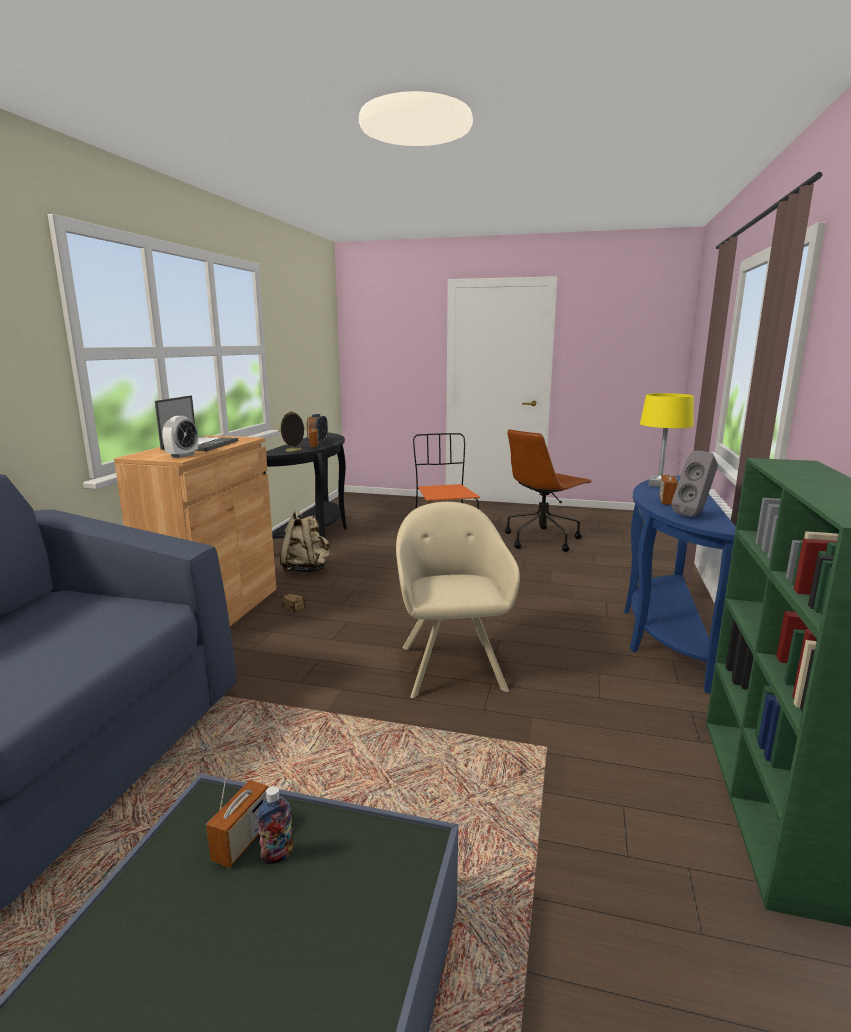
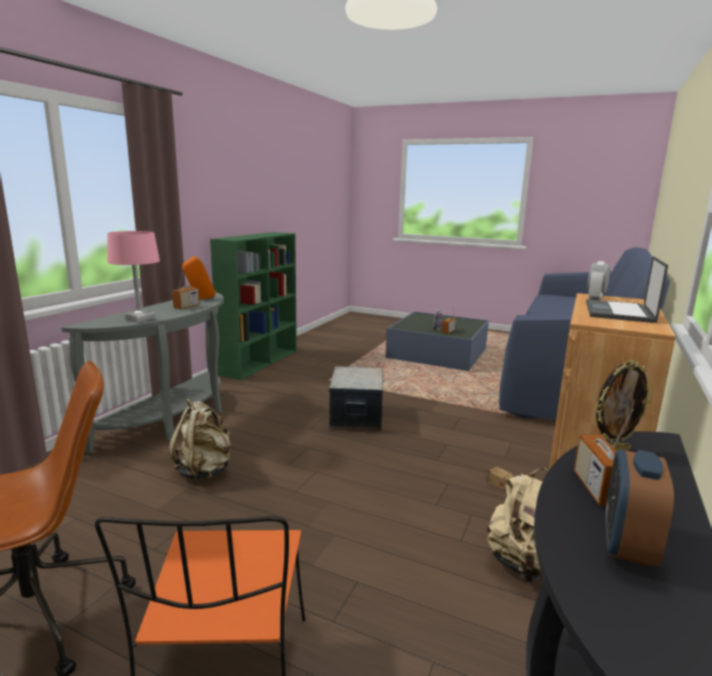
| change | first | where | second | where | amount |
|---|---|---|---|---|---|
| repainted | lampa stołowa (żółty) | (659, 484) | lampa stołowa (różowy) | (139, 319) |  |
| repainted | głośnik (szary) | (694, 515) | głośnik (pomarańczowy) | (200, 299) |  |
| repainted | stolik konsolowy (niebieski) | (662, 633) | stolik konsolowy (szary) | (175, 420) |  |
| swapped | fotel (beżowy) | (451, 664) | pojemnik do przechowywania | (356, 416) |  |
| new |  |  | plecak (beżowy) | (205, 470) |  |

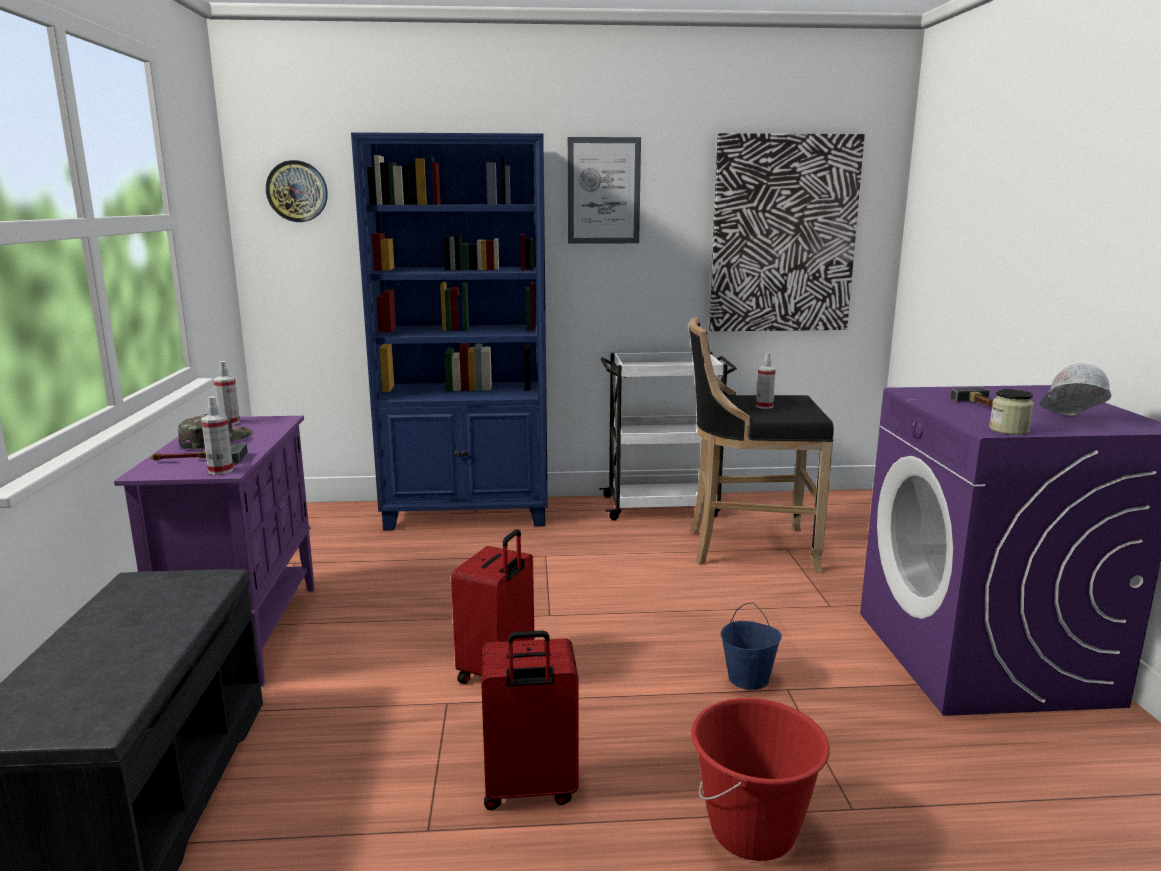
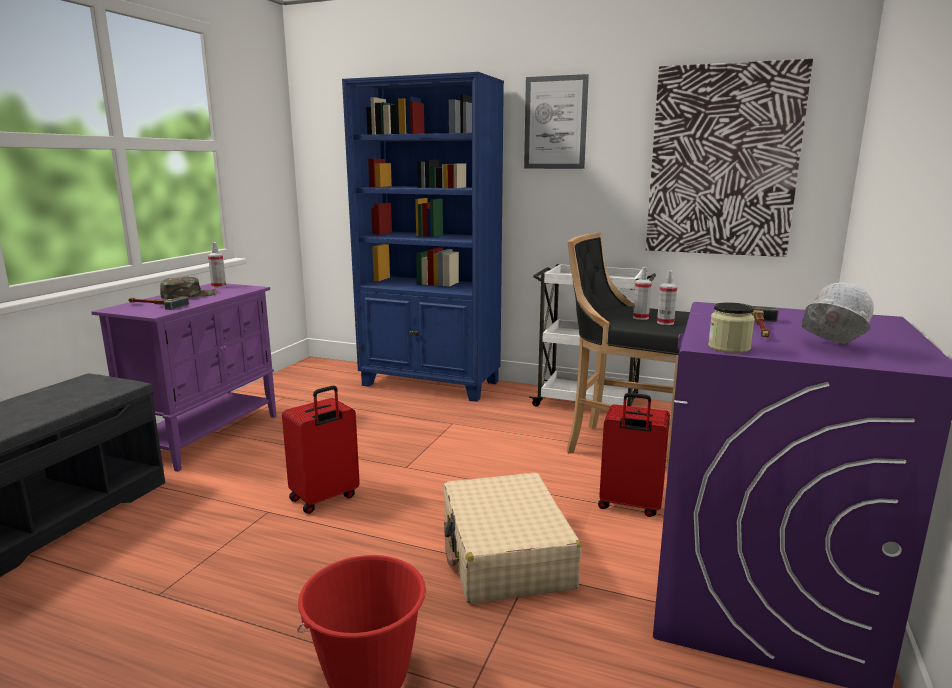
| change | first | where | second | where | amount |
|---|---|---|---|---|---|
| gone | zegar ścienny | (297, 191) |  |  |  |
| shifted | spryskiwacz | (220, 470) |  | (665, 323) |  |
| swapped | wiadro (niebieski) | (748, 679) | walizka (beżowy) | (505, 554) |  |
| shifted | walizka (czerwony) | (529, 790) |  | (629, 505) |  |

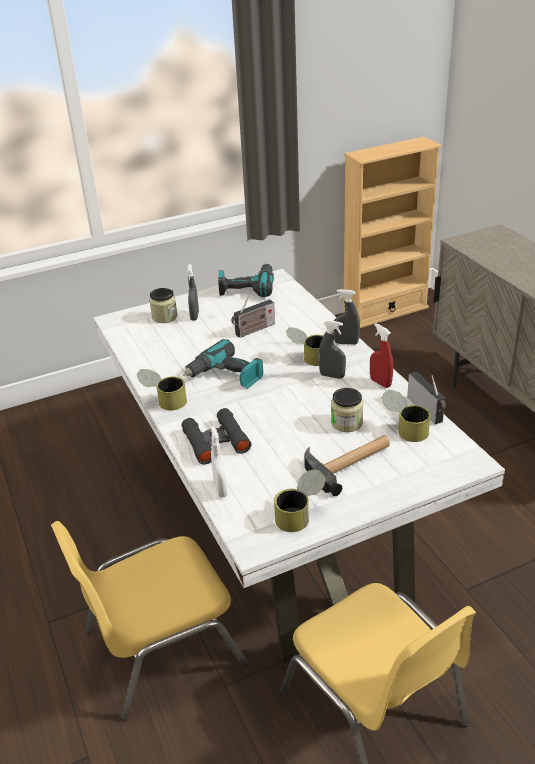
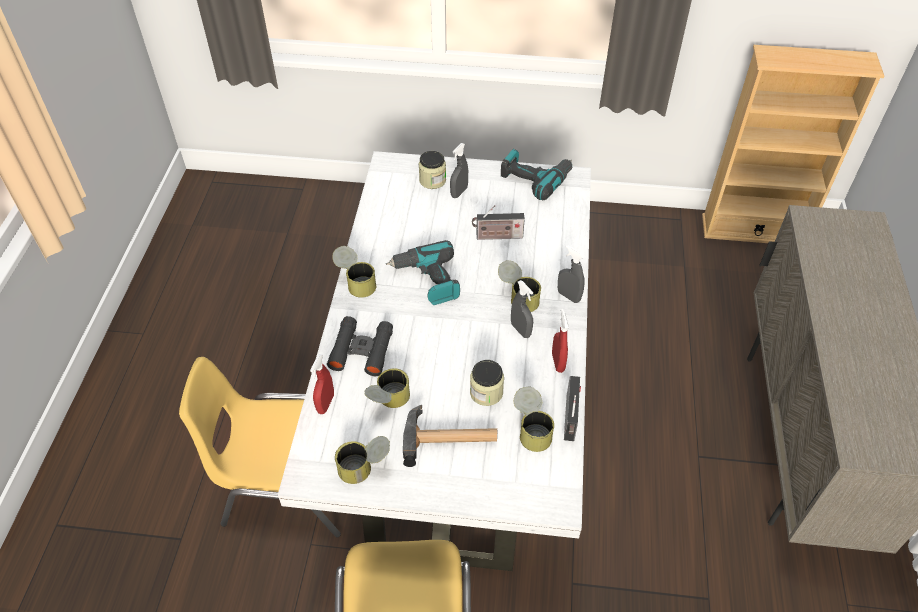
| change | first | where | second | where | amount |
|---|---|---|---|---|---|
| repainted | spryskiwacz (biały) | (220, 489) | spryskiwacz (czerwony) | (325, 403) |  |
| new |  |  | puszka | (388, 402) |  |

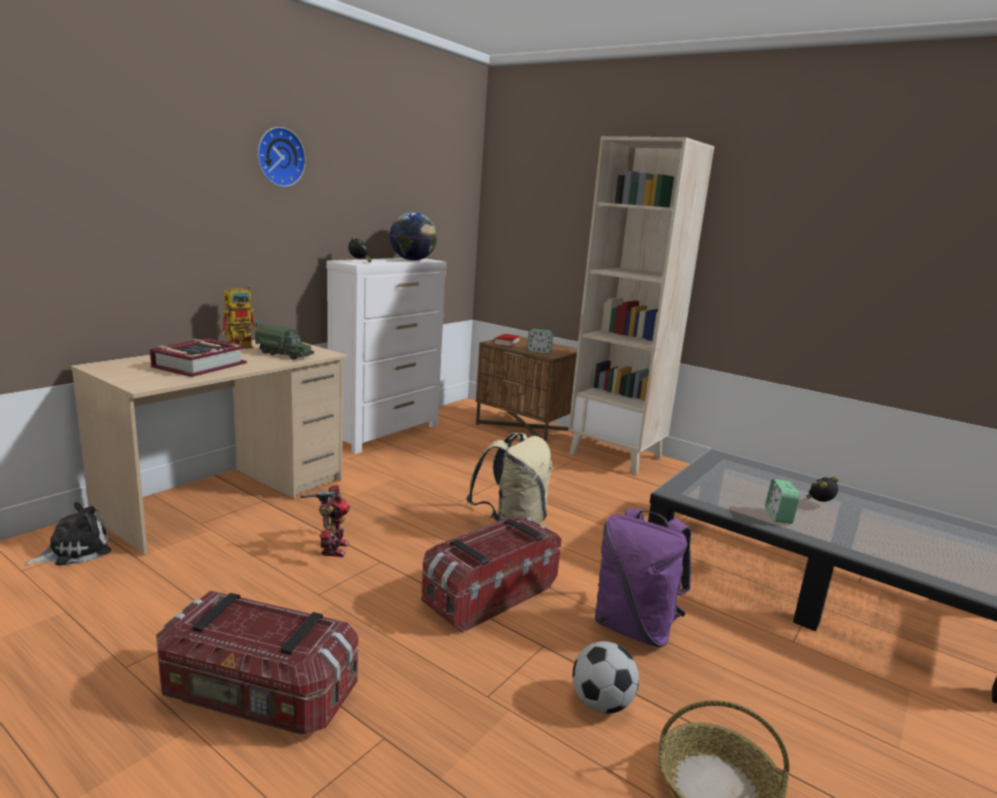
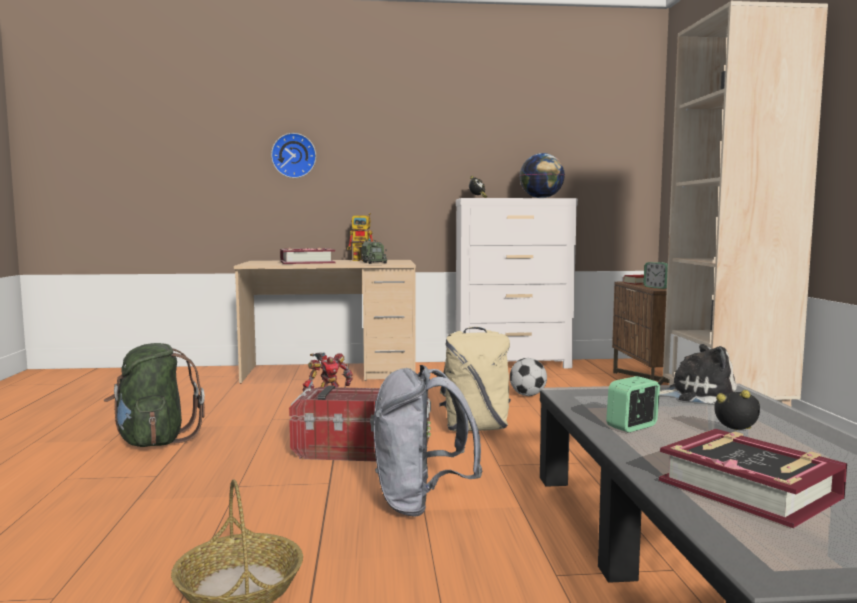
| change | first | where | second | where | amount |
|---|---|---|---|---|---|
| shifted | zegar ścienny | (279, 157) |  | (294, 155) |  |
| shifted | pluszak | (75, 550) |  | (696, 395) |  |
| repainted | plecak (fioletowy) | (635, 628) | plecak (szary) | (420, 503) |  |
| swapped | pojemnik do przechowywania | (258, 697) | plecak (zielony) | (154, 441) |  |
| shifted | piłka futbolowa | (602, 704) |  | (528, 395) |  |
| new |  |  | książka | (749, 489) |  |

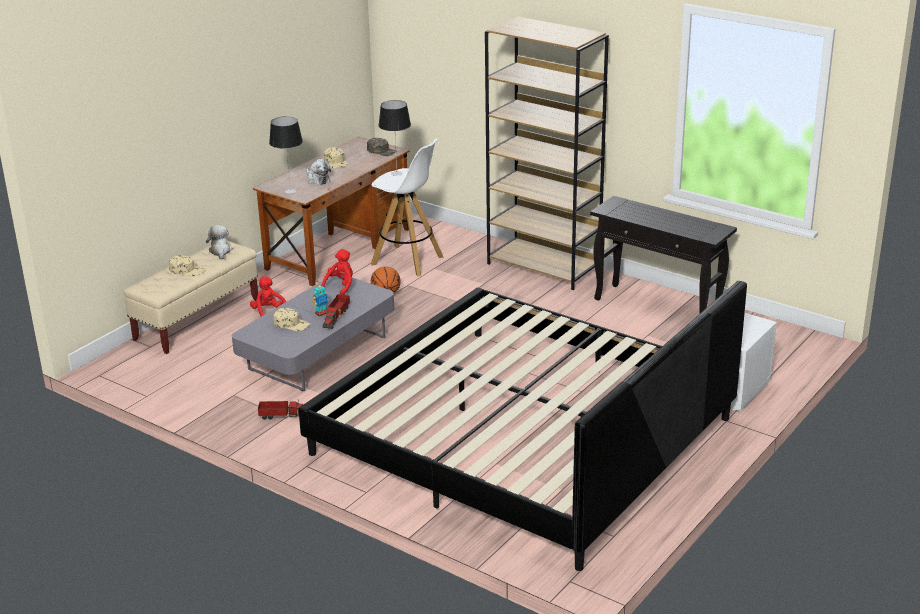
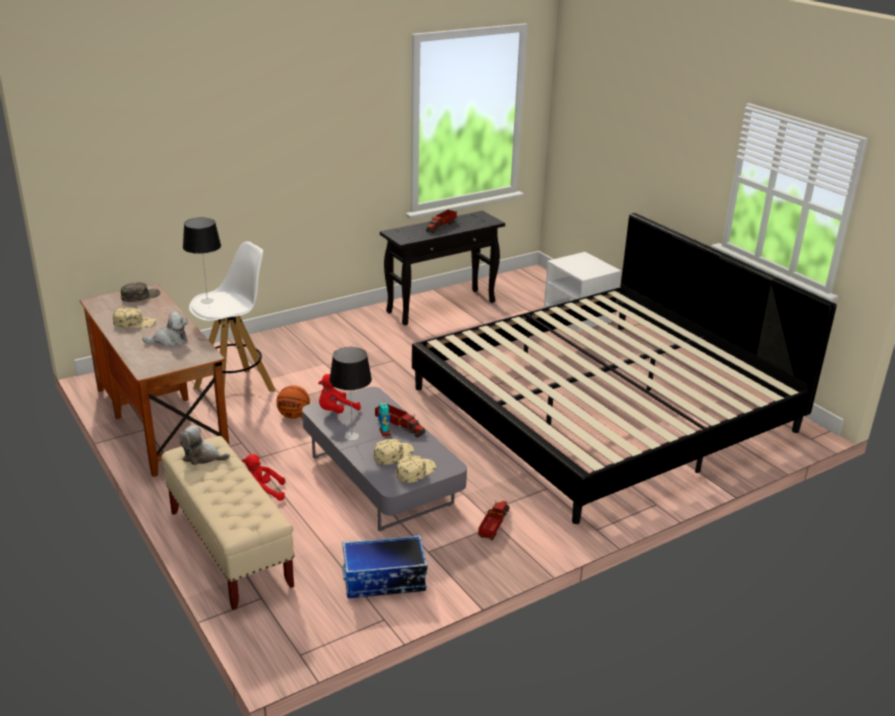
| change | first | where | second | where | amount |
|---|---|---|---|---|---|
| gone | regał (brązowy) | (544, 267) |  |  |  |
| shifted | lampa stołowa | (290, 191) |  | (352, 436) |  |
| rotated | pluszak (czerwony) | (340, 287) |  | (336, 411) | 90 degrees counterclockwise |
| shifted | czapka z daszkiem (beżowy) | (187, 270) |  | (415, 471) |  |
| new |  |  | ciężarówka zabawkowa | (441, 226) |  |
| new |  |  | pojemnik do przechowywania | (384, 581) |  |

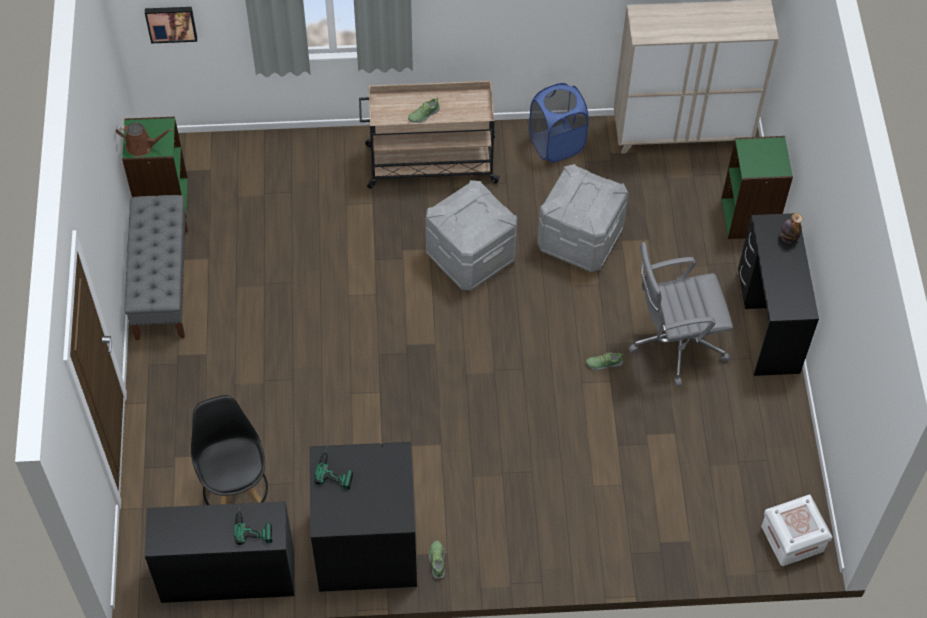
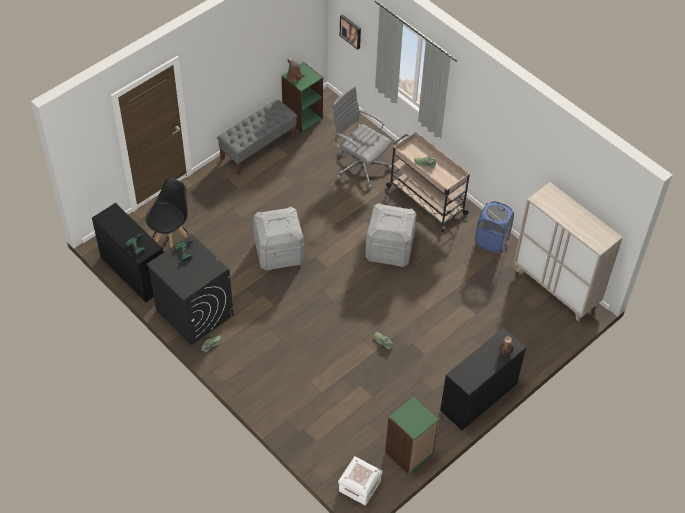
| change | first | where | second | where | amount |
|---|---|---|---|---|---|
| shifted | regał (zielony) | (749, 217) |  | (409, 453) |  |
| shifted | pojemnik do przechowywania (szary) | (579, 239) |  | (279, 252) |  |
| shifted | krzesło biurowe (szary) | (675, 342) |  | (360, 166) |  |

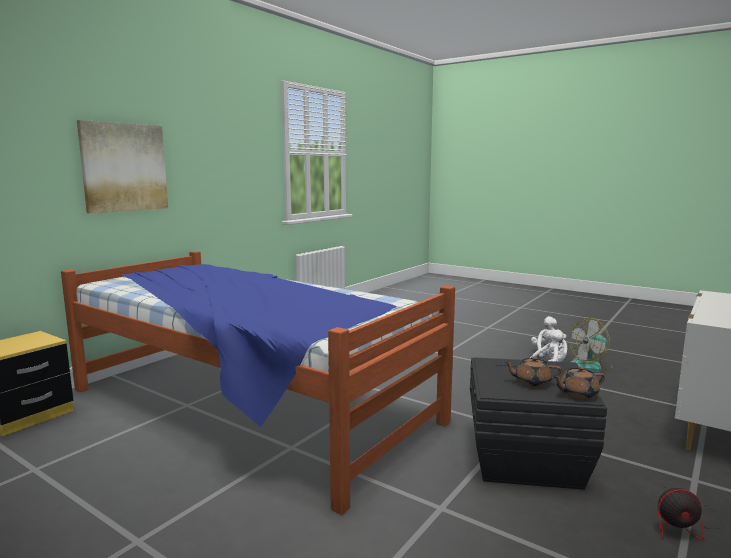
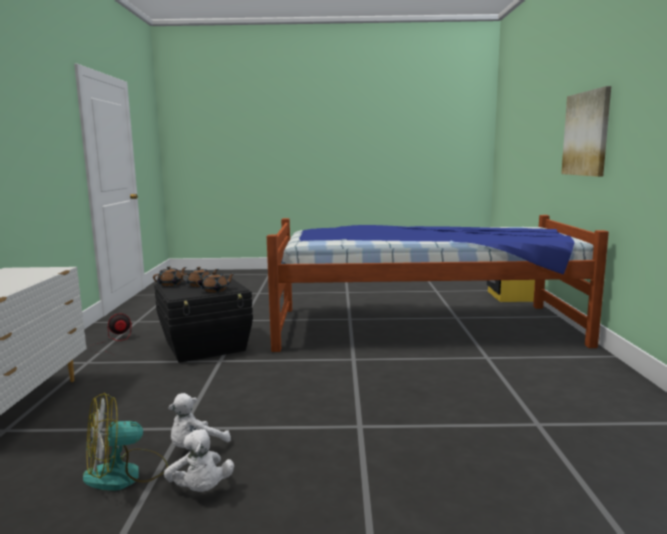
| change | first | where | second | where | amount |
|---|---|---|---|---|---|
| rotated | wentylator | (590, 366) |  | (126, 474) | 150 degrees counterclockwise |
| new |  |  | imbryk (brązowy) | (216, 290) |  |

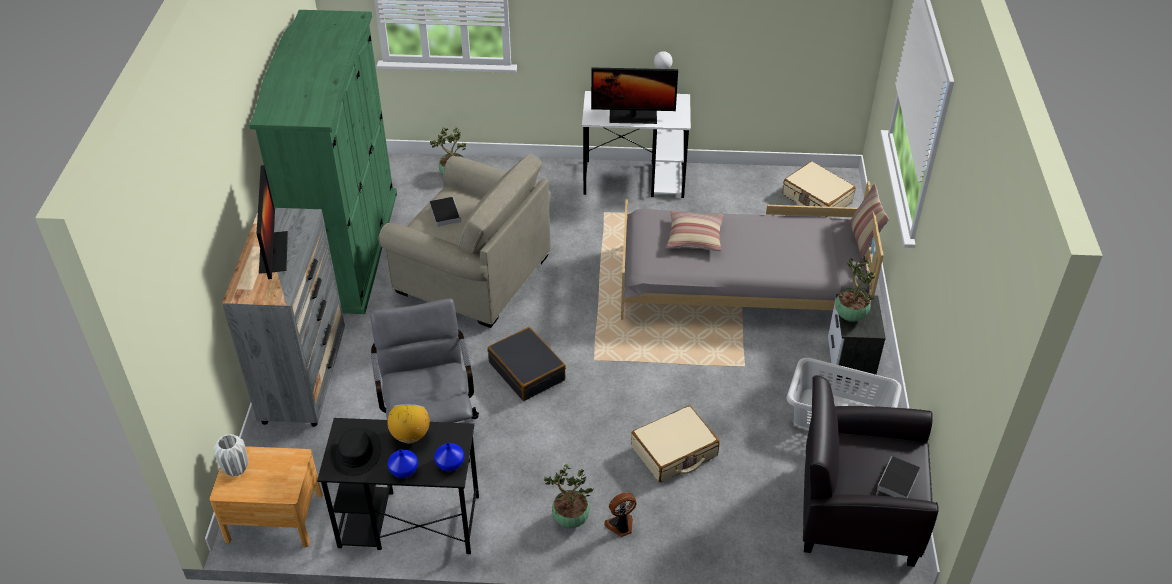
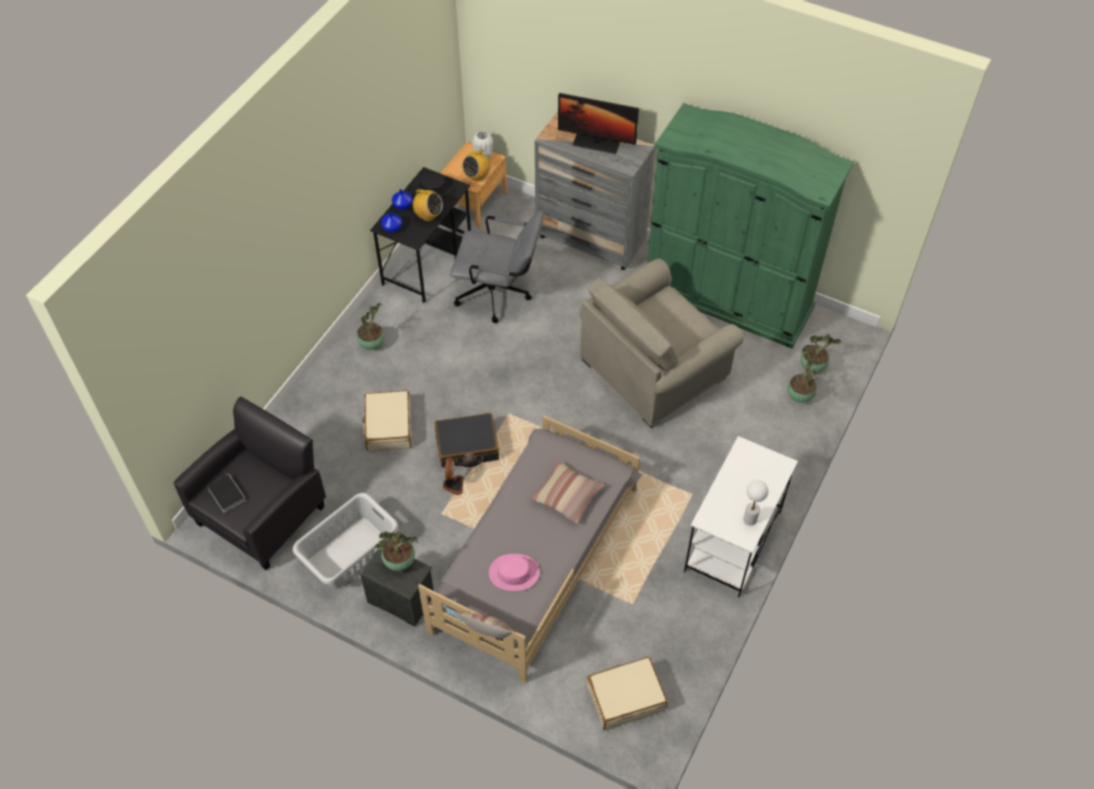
| change | first | where | second | where | amount |
|---|---|---|---|---|---|
| gone | monitor | (633, 117) |  |  |  |
| gone | książka | (444, 213) |  |  |  |
| shifted | walizka (czarny) | (527, 371) |  | (467, 446) |  |
| shifted | wentylator | (621, 526) |  | (453, 485) |  |
| new |  |  | radio | (477, 176) |  |
| new |  |  | roślina doniczkowa | (813, 367) |  |
| new |  |  | kapelusz (różowy) | (514, 573) |  |

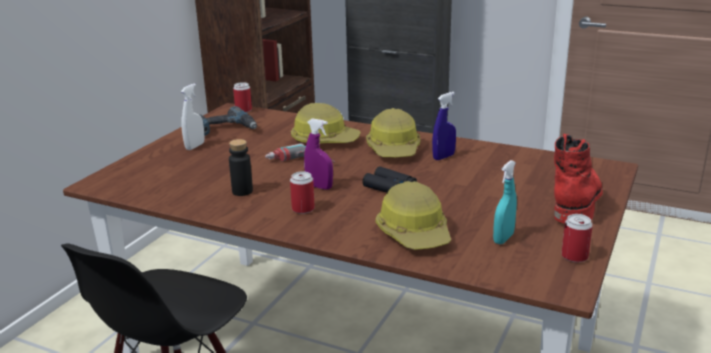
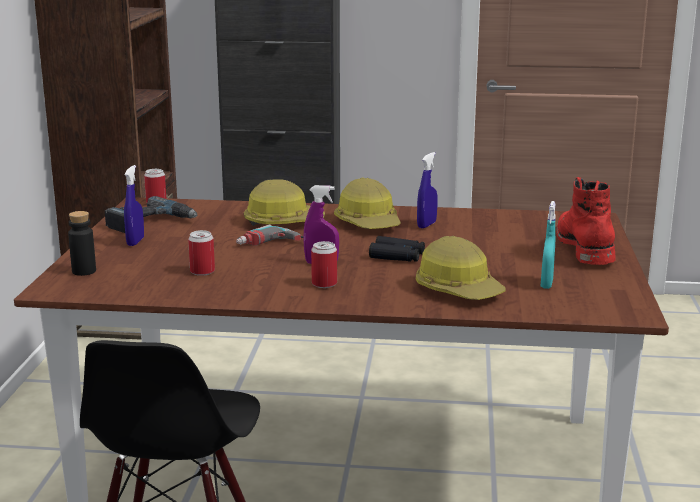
| change | first | where | second | where | amount |
|---|---|---|---|---|---|
| repainted | spryskiwacz (biały) | (195, 146) | spryskiwacz (niebieski) | (135, 242) |  |
| shifted | butelka (czarny) | (242, 191) |  | (84, 271) |  |
| shifted | puszka | (574, 256) |  | (202, 272) |  |

